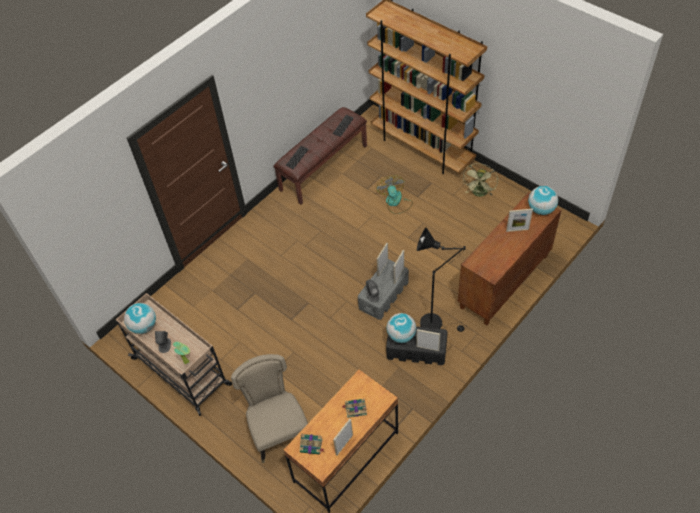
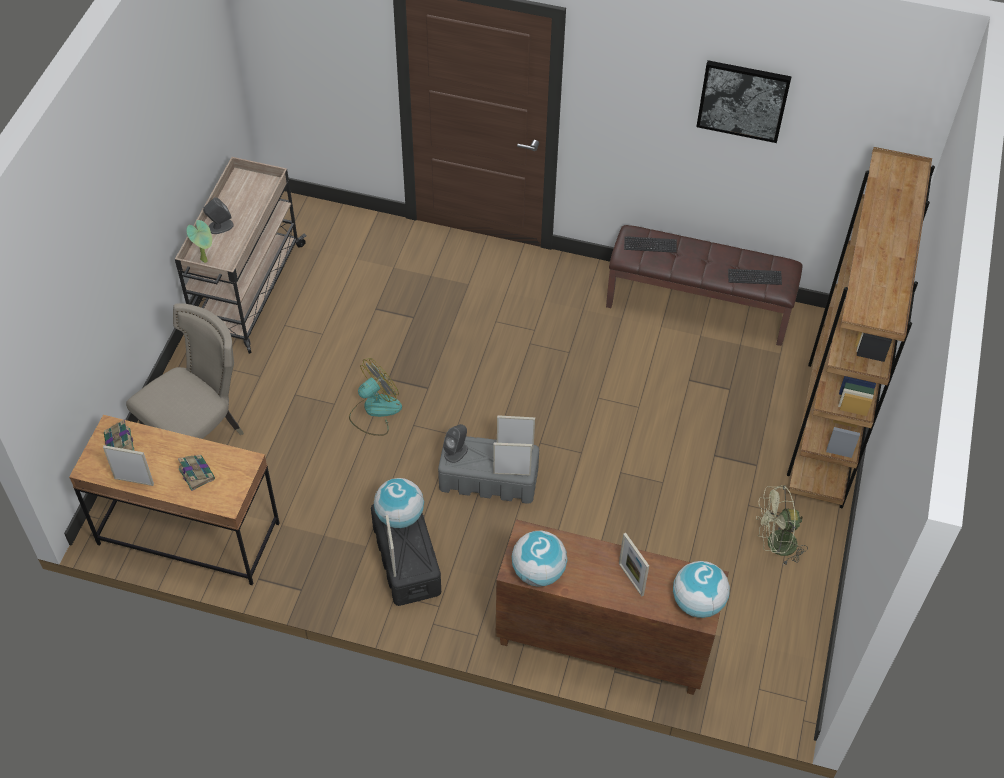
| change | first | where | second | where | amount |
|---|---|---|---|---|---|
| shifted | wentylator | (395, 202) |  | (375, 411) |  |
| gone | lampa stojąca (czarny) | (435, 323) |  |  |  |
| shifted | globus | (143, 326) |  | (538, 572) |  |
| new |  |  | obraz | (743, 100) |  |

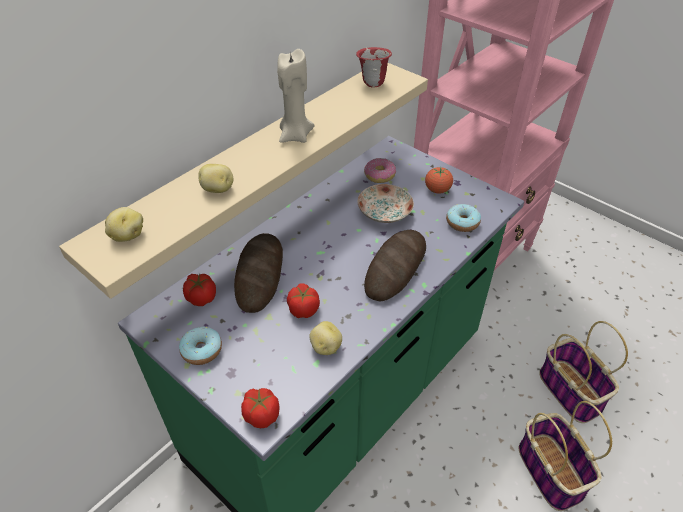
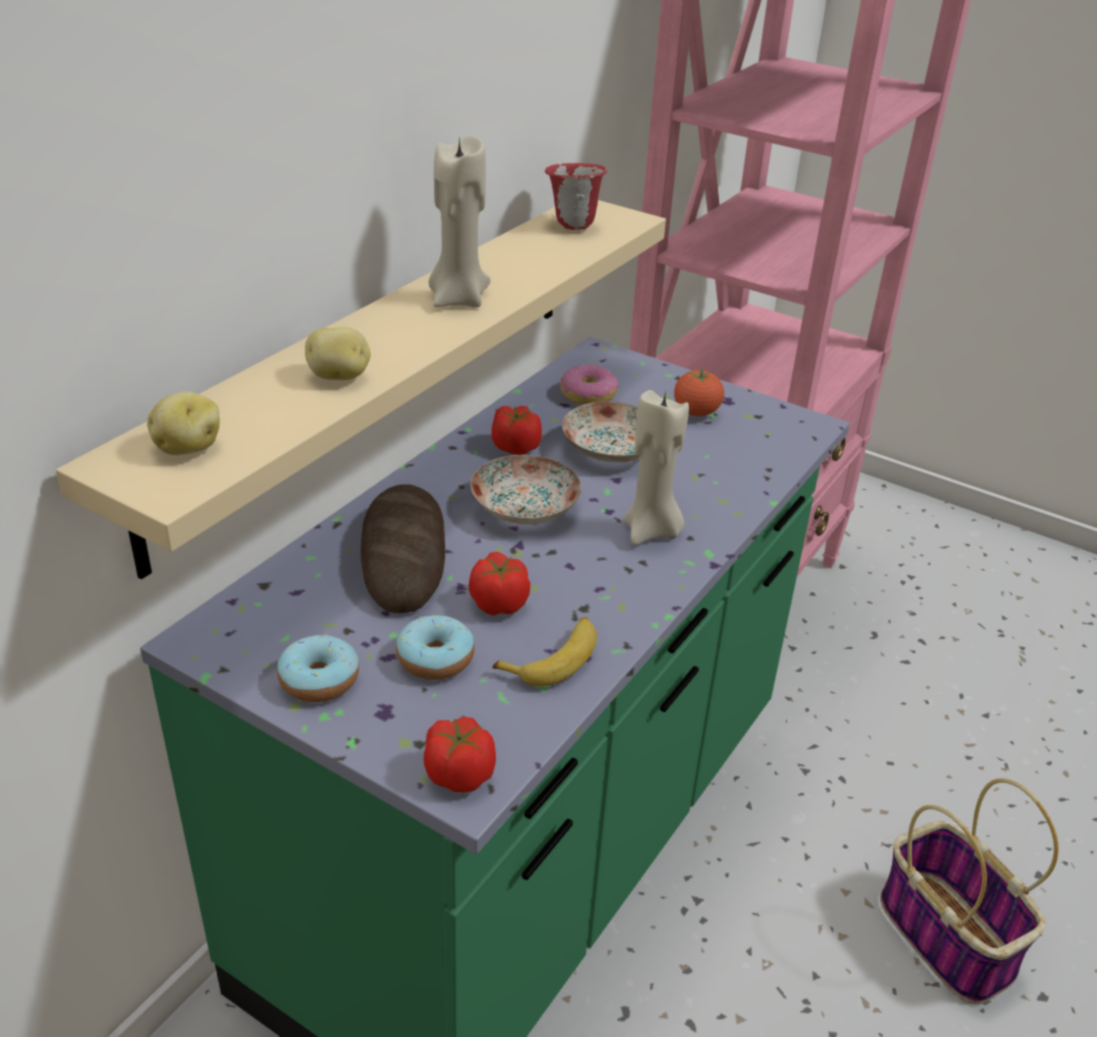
| change | first | where | second | where | amount |
|---|---|---|---|---|---|
| shifted | donut | (462, 222) |  | (435, 658) |  |
| swapped | chleb | (395, 268) | świeca (beżowy) | (651, 531) |  |
| shifted | pomidor | (201, 297) |  | (515, 447) |  |
| swapped | ziemniak | (325, 347) | banan | (554, 658) |  |
| gone | koszyk | (571, 392) |  |  |  |
| new |  |  | talerz | (526, 508) |  |

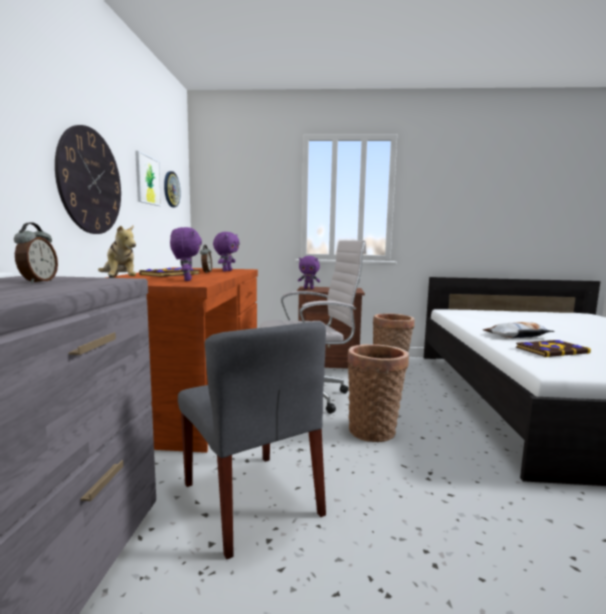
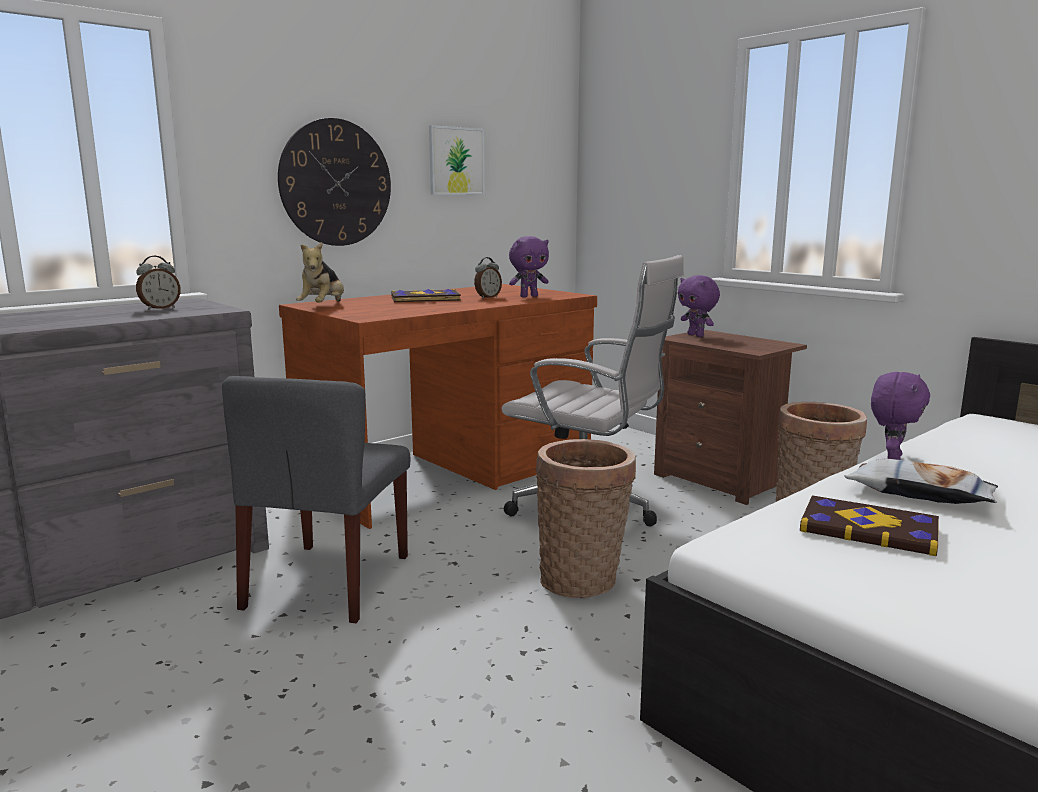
| change | first | where | second | where | amount |
|---|---|---|---|---|---|
| gone | zegar ścienny | (171, 189) |  |  |  |
| shifted | pluszak (fioletowy) | (186, 280) |  | (891, 459) |  |

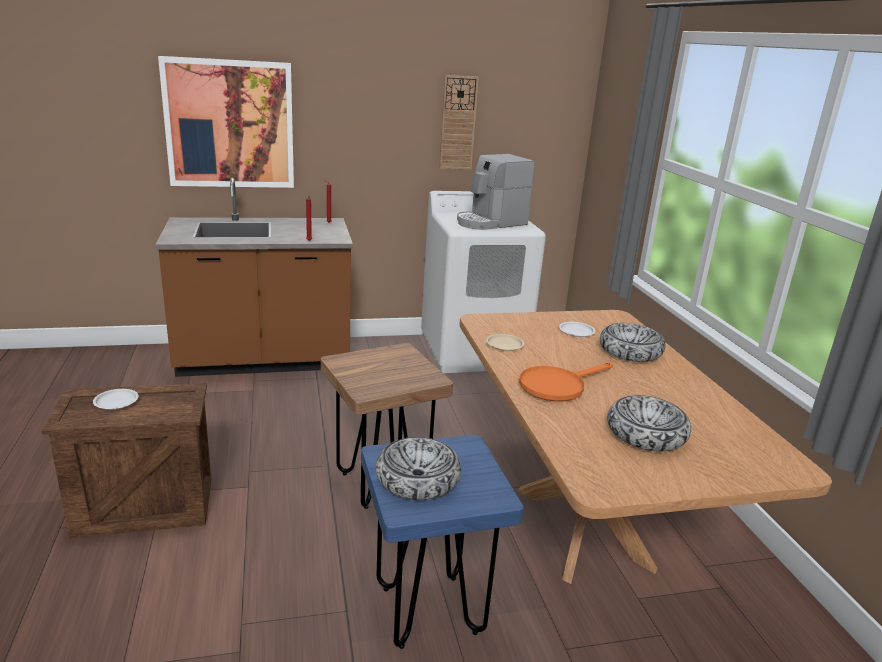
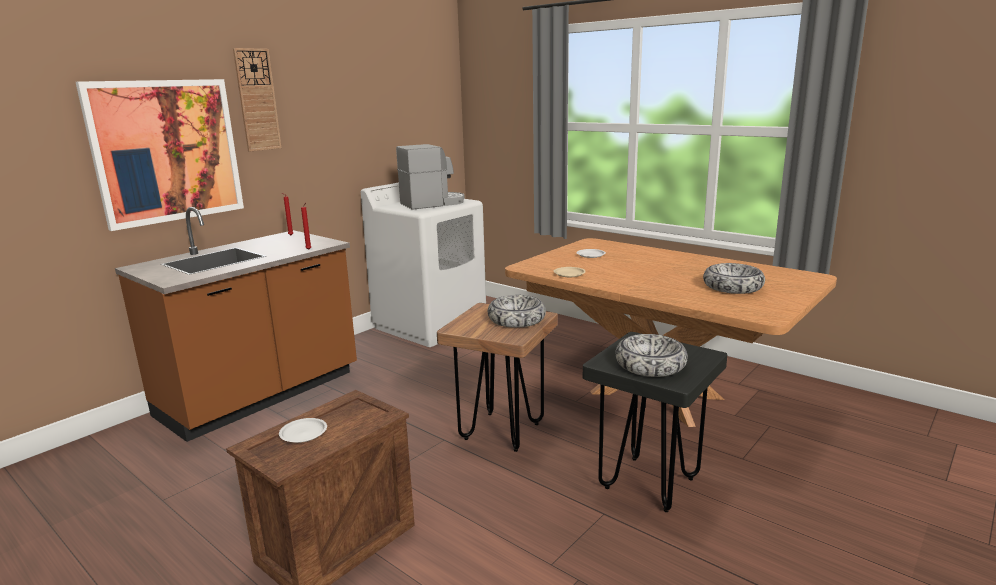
| change | first | where | second | where | amount |
|---|---|---|---|---|---|
| shifted | zegar ścienny | (458, 123) |  | (257, 100) |  |
| rotated | ekspres do kawy | (490, 223) |  | (433, 203) | 135 degrees counterclockwise |
| shifted | miska | (630, 351) |  | (516, 319) |  |
| gone | patelnia (pomarańczowy) | (558, 385) |  |  |  |
| repainted | stołek (niebieski) | (428, 610) | stołek (czarny) | (648, 483) |  |

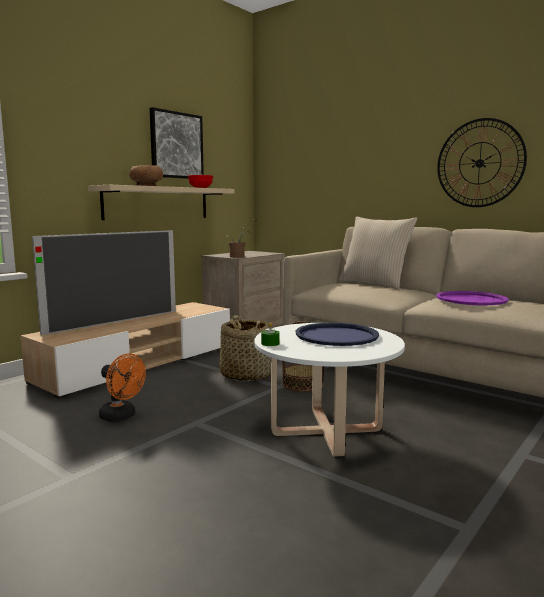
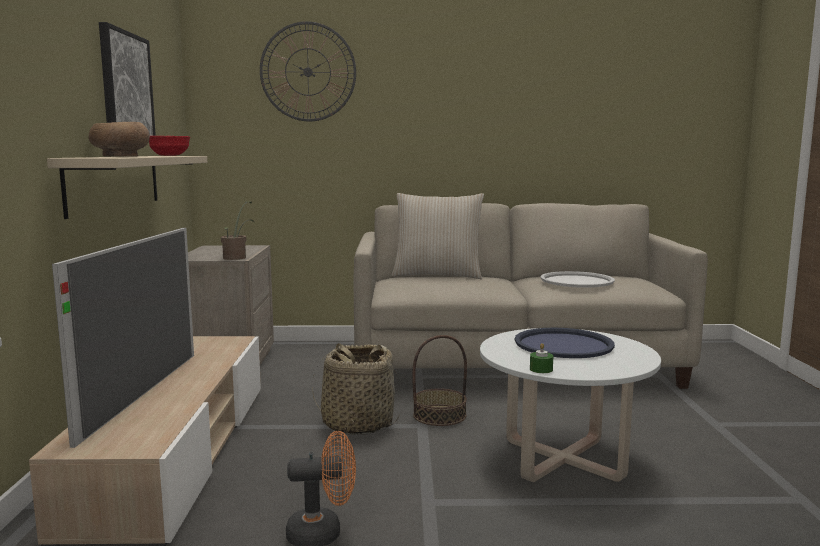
| change | first | where | second | where | amount |
|---|---|---|---|---|---|
| shifted | zegar ścienny | (479, 163) |  | (308, 72) |  |
| repainted | taca (fioletowy) | (471, 299) | taca (biały) | (577, 281) |  |

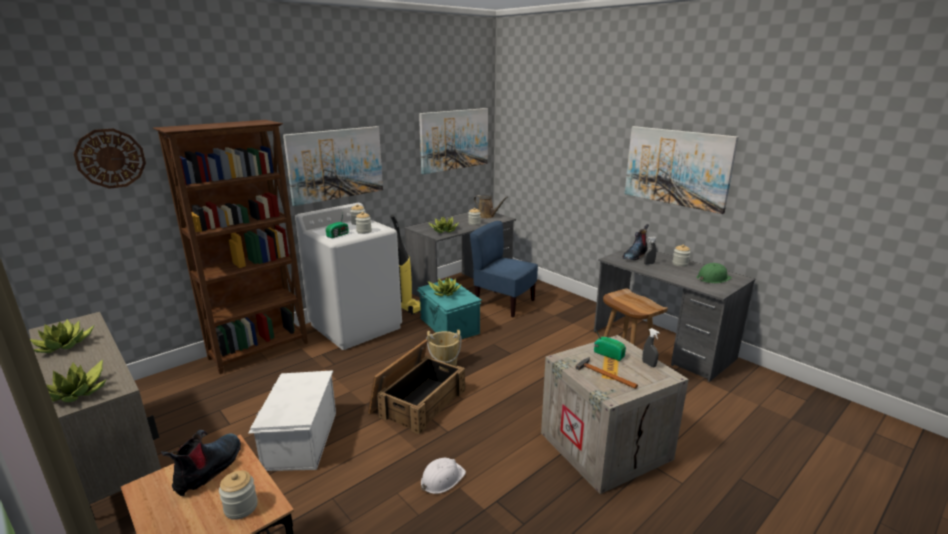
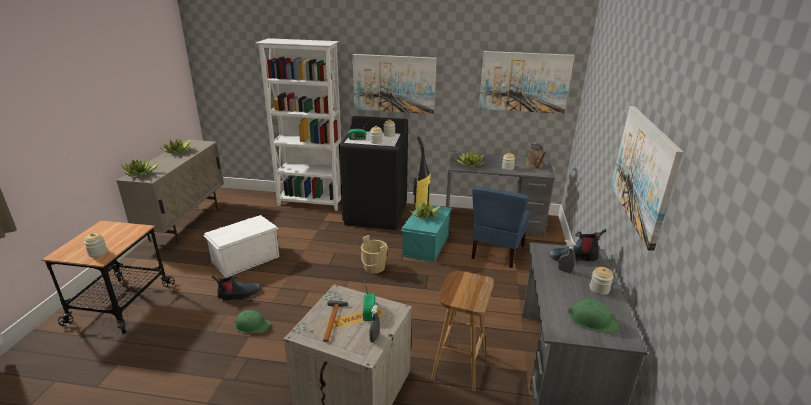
| change | first | where | second | where | amount |
|---|---|---|---|---|---|
| repainted | regał (brązowy) | (260, 351) | regał (biały) | (311, 202) |  |
| gone | zegar ścienny | (110, 158) |  |  |  |
| repainted | pralka (biały) | (356, 326) | pralka (czarny) | (376, 214) |  |
| rotated | krzesło (niebieski) | (504, 303) |  | (496, 252) | 150 degrees counterclockwise |
| gone | skrzynka | (417, 400) |  |  |  |
| shifted | but z cholewką | (209, 469) |  | (238, 295) |  |
| repainted | kask (biały) | (442, 479) | kask (zielony) | (252, 325) |  |

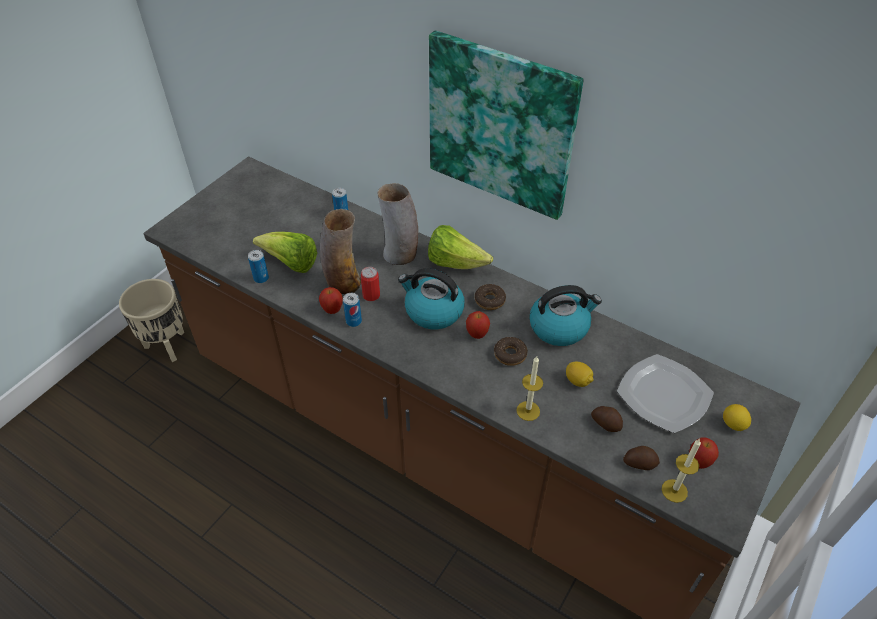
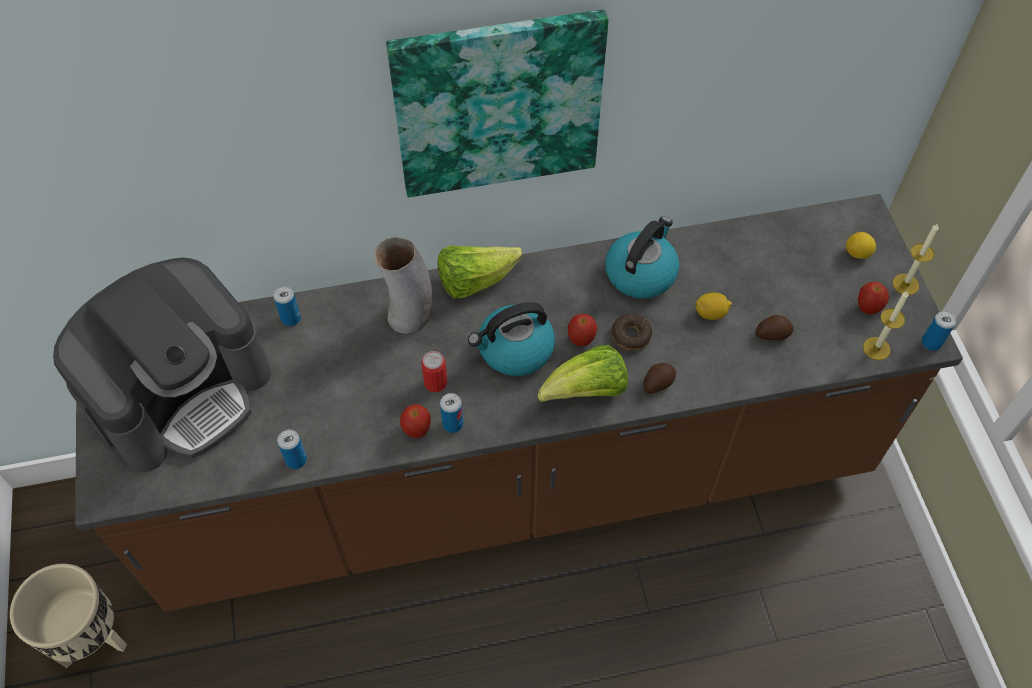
| change | first | where | second | where | amount |
|---|---|---|---|---|---|
| gone | wazon | (343, 282) |  |  |  |
| shifted | sałata | (291, 264) |  | (586, 391) |  |
| gone | donut | (489, 300) |  |  |  |
| gone | talerz | (664, 396) |  |  |  |
| shifted | świeca | (528, 411) |  | (905, 284) |  |
| shifted | ziemniak | (639, 463) |  | (657, 383) |  |
| new |  |  | ekspres do kawy | (182, 392) |  |
| new |  |  | puszka | (931, 342) |  |

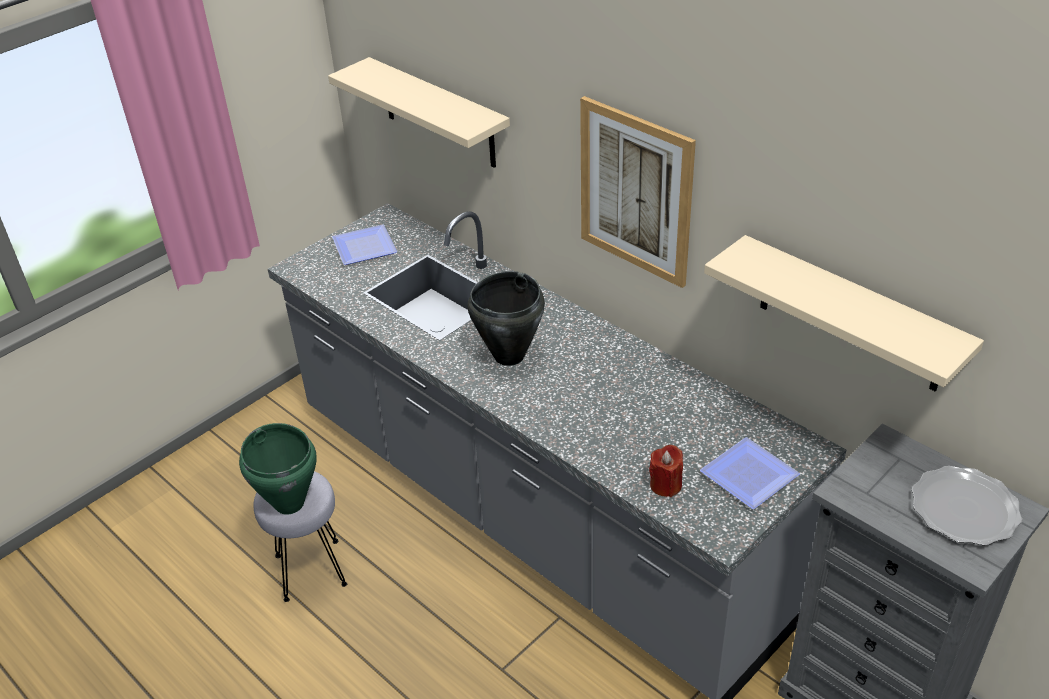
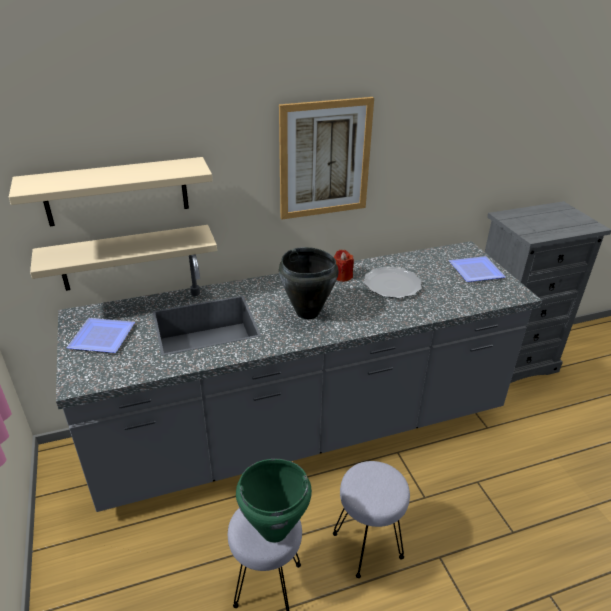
| change | first | where | second | where | amount |
|---|---|---|---|---|---|
| shifted | półka (beżowy) | (850, 315) |  | (128, 258) |  |
| shifted | świeca (czerwony) | (665, 485) |  | (342, 276) |  |
| shifted | talerz | (965, 509) |  | (392, 285) |  |
| new |  |  | stołek (szary) | (367, 544) |  |

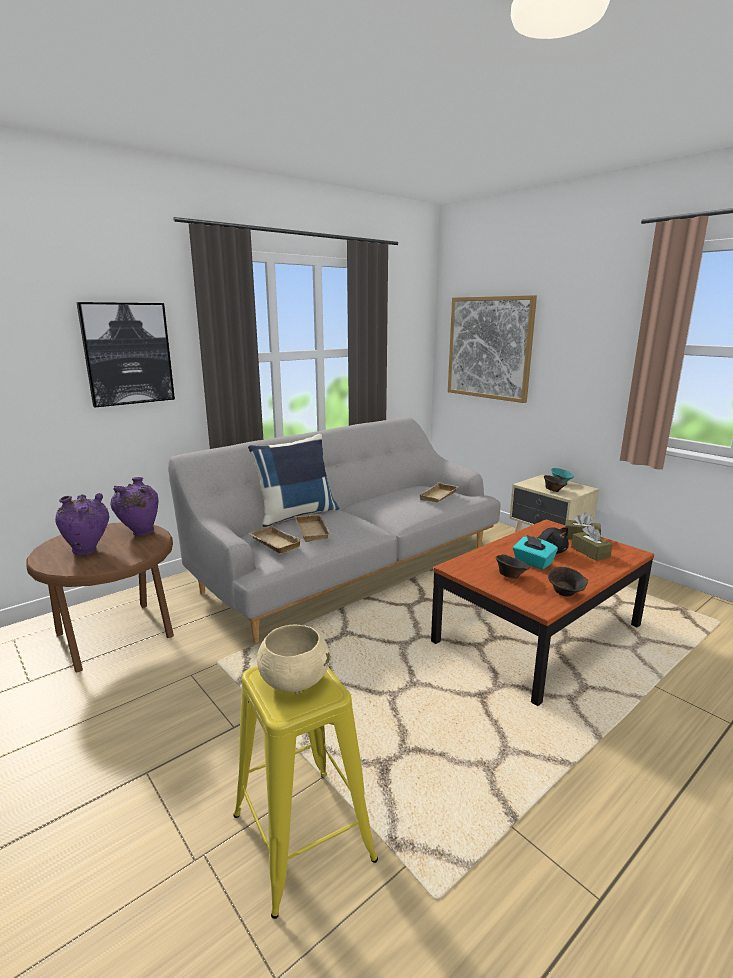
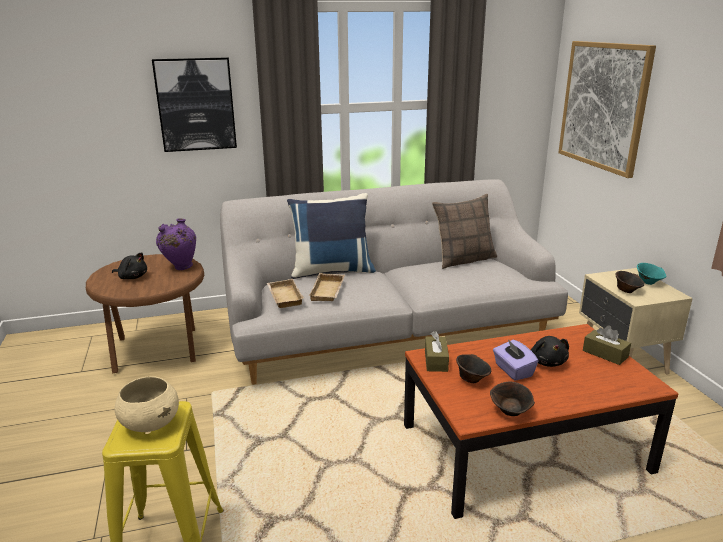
| change | first | where | second | where | amount |
|---|---|---|---|---|---|
| gone | taca (beżowy) | (439, 496) |  |  |  |
| swapped | wazon (fioletowy) | (88, 551) | pluszak (czarny) | (132, 277) |  |
| shifted | pudełko chusteczek (brązowy) | (590, 552) |  | (436, 361) |  |
| repainted | pudełko chusteczek (turkusowy) | (533, 563) | pudełko chusteczek (fioletowy) | (513, 370) |  |
| new |  |  | poduszka | (464, 259) |  |

